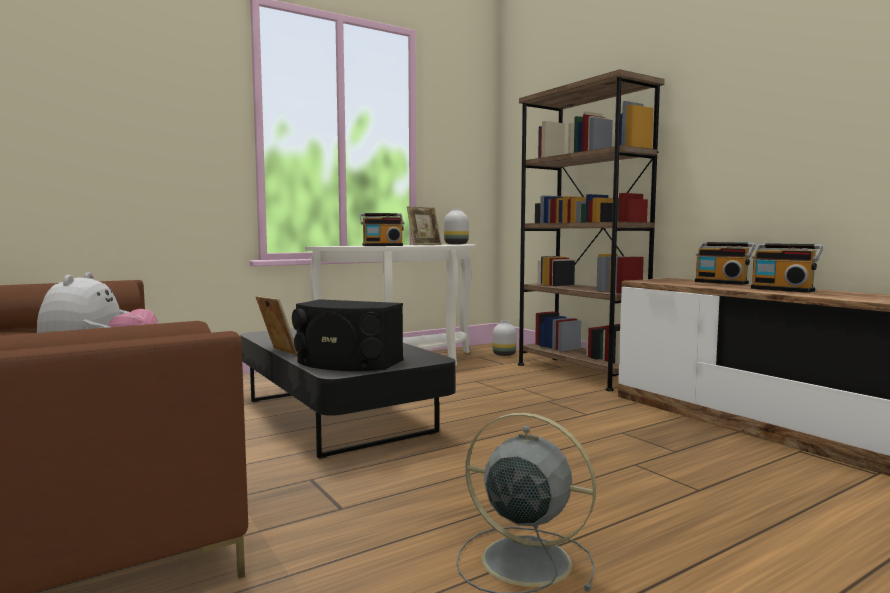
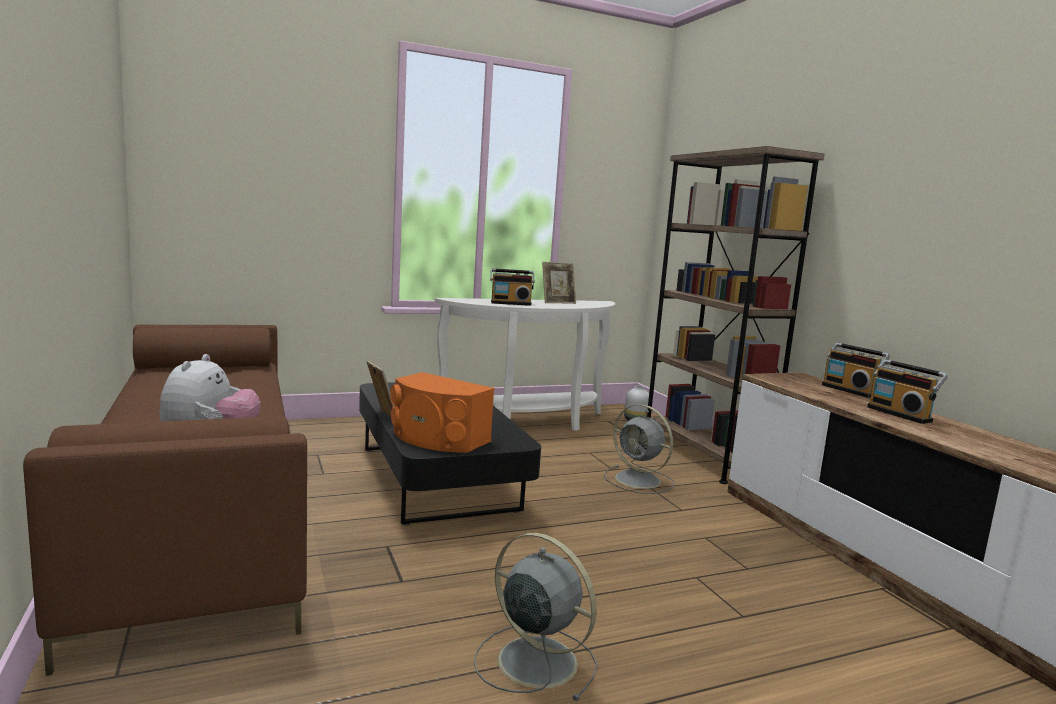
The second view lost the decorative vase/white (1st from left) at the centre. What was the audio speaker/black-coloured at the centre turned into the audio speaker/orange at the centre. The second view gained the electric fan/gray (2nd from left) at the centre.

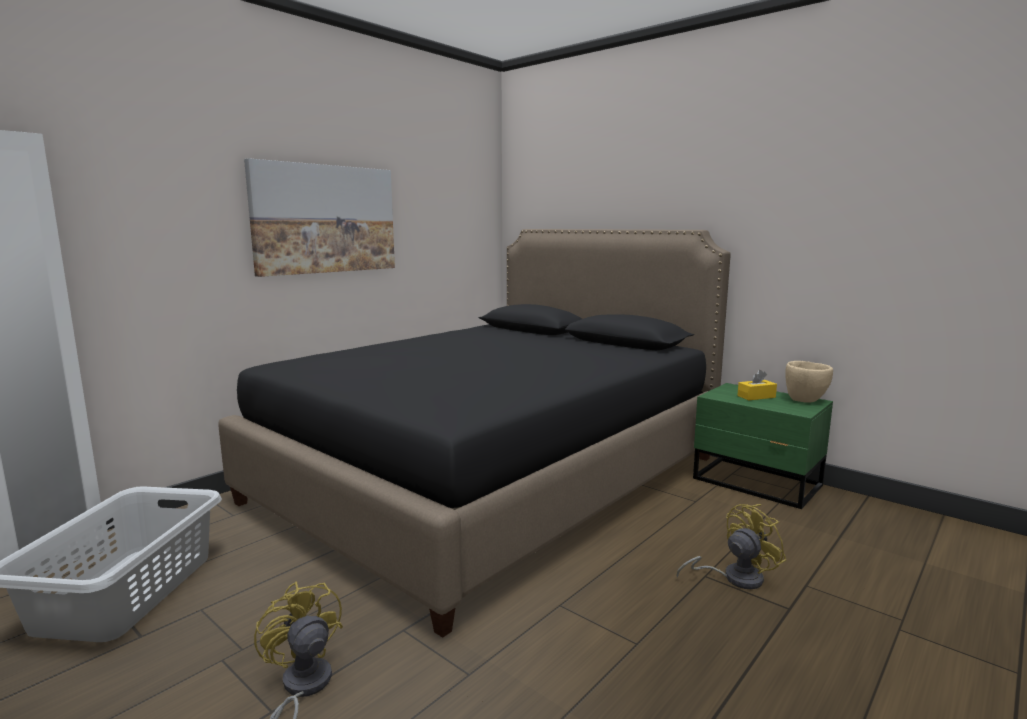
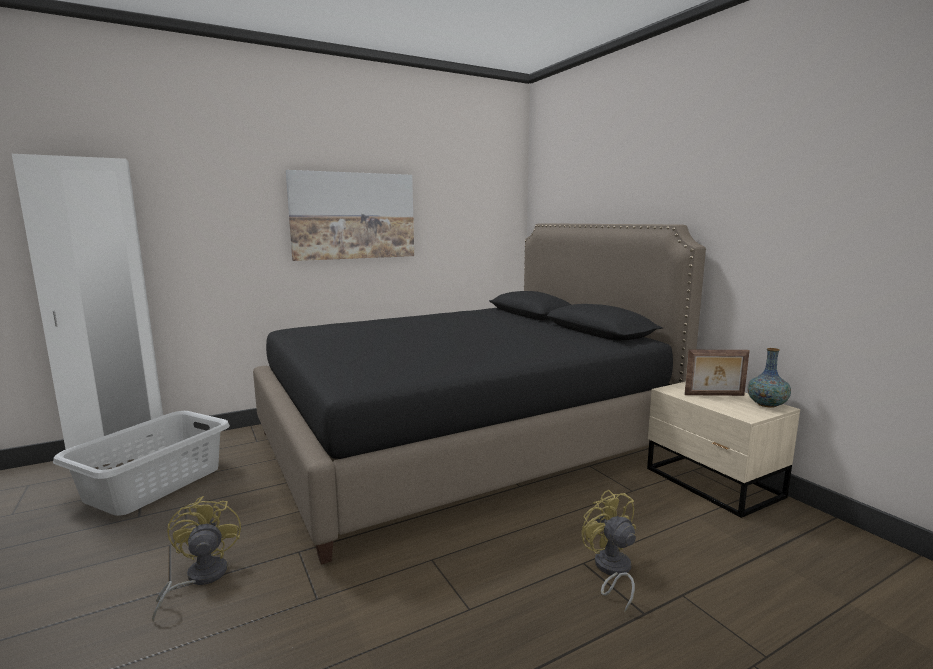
Where the bowl/beige stood at the middle right, the decorative vase came to stand at the middle right. Where the box of tissues/yellowish stood at the middle right, the picture frame came to stand at the middle right. What was the nightstand/green-coloured at the middle right turned into the nightstand/beige at the bottom right. The electric fan/yellowish (2nd from left) at the bottom right ended up facing another way, 105 degrees counterclockwise from before.

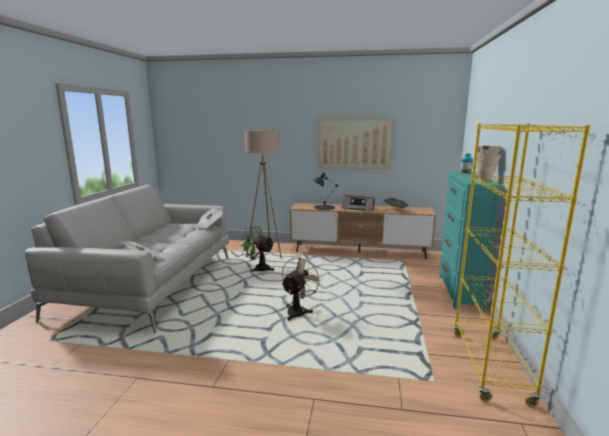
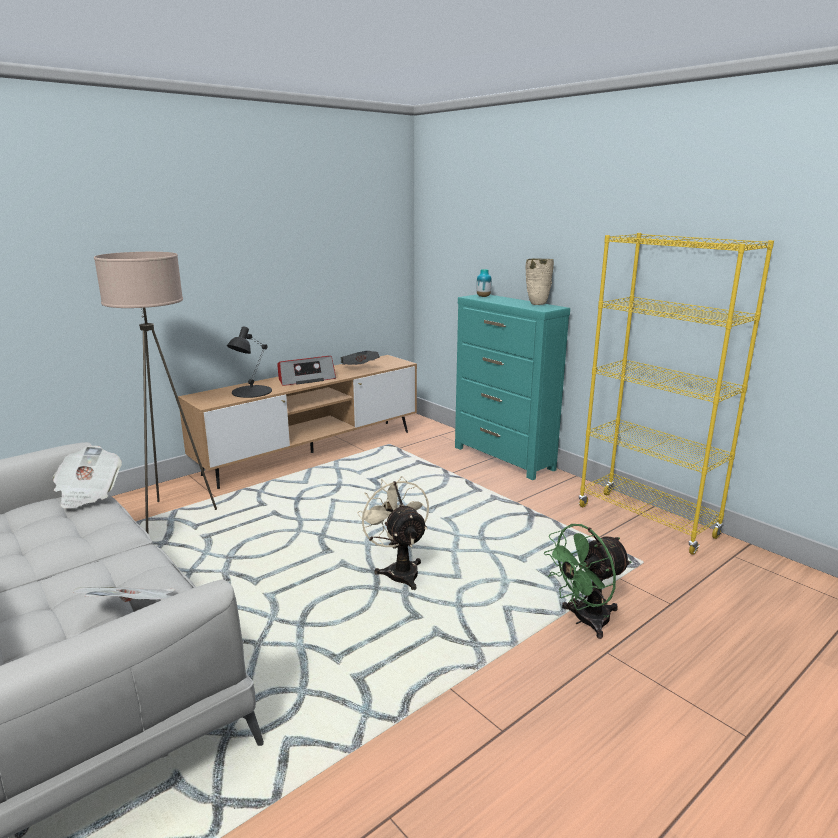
The second view lost the picture at the top centre. The electric fan/green-coloured ended up elsewhere, having gone from the centre to the bottom right.

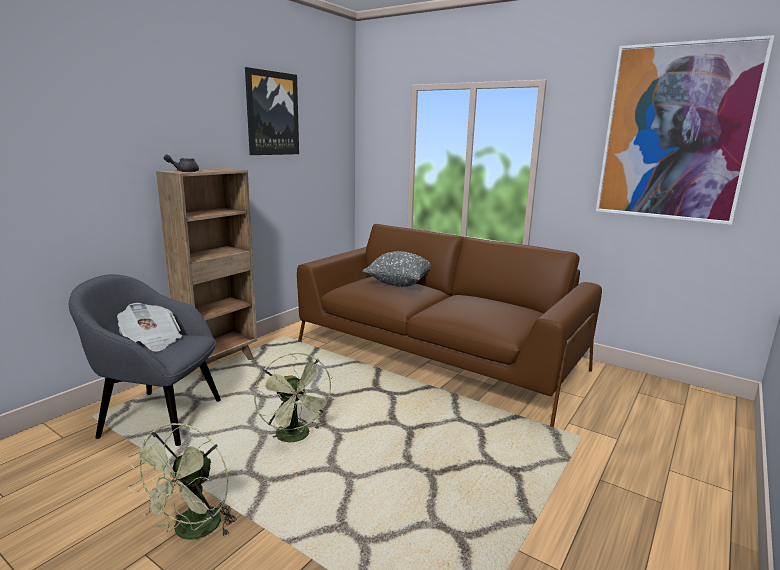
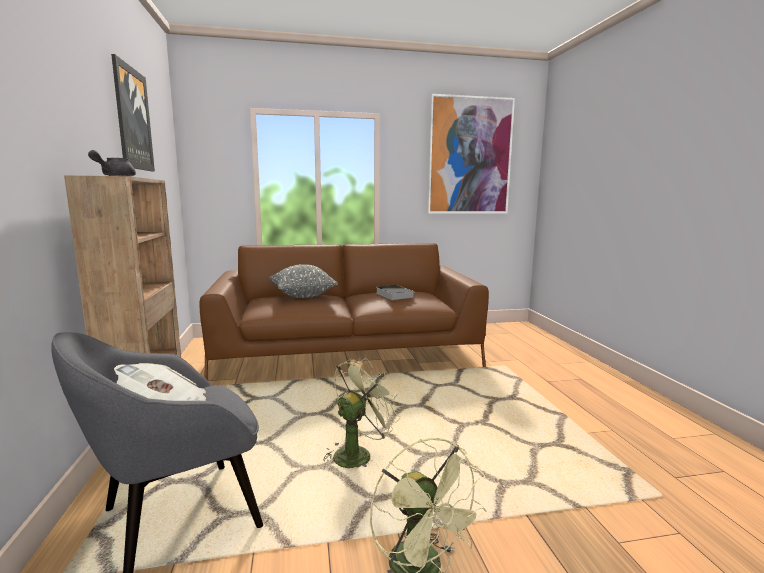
The electric fan/green-coloured (2nd from left in the first image) at the bottom centre ended up facing another way, 60 degrees counterclockwise from before. The second view gained the volume at the centre.

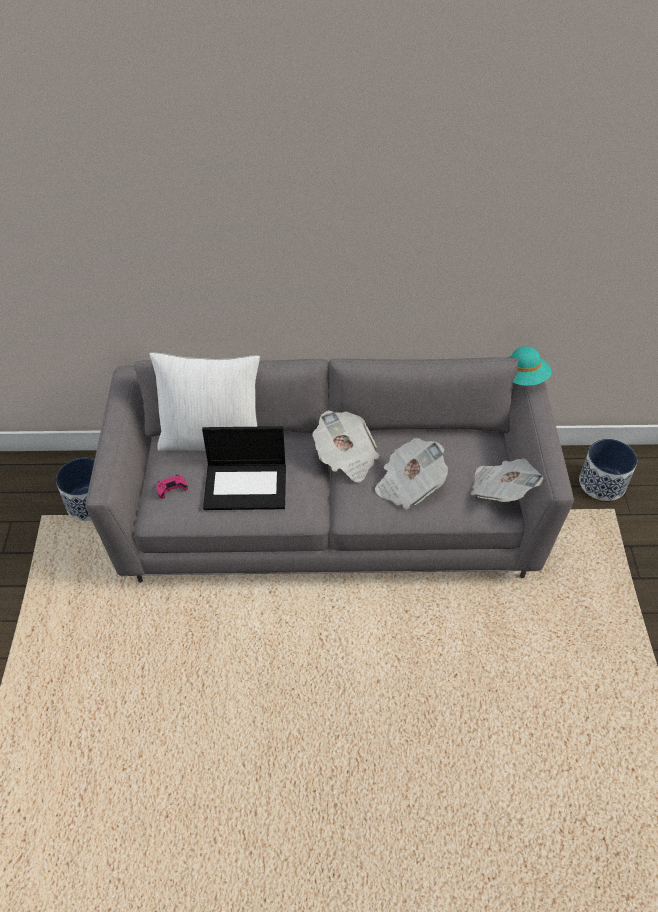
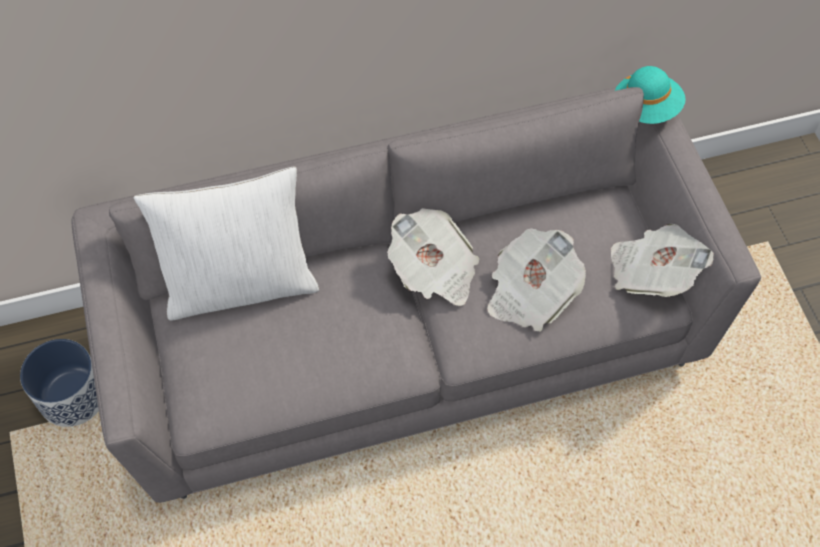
The second view lost the laptop at the centre. The second view lost the plant pot (2nd from left) at the middle right. The second view lost the game controller/pink-coloured at the middle left.

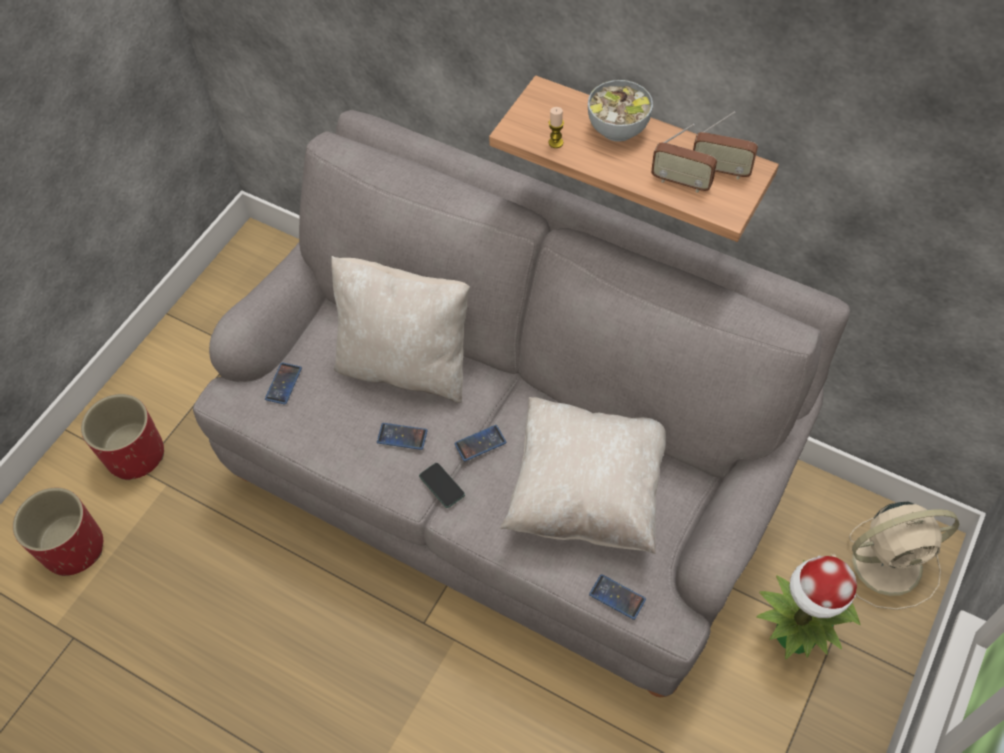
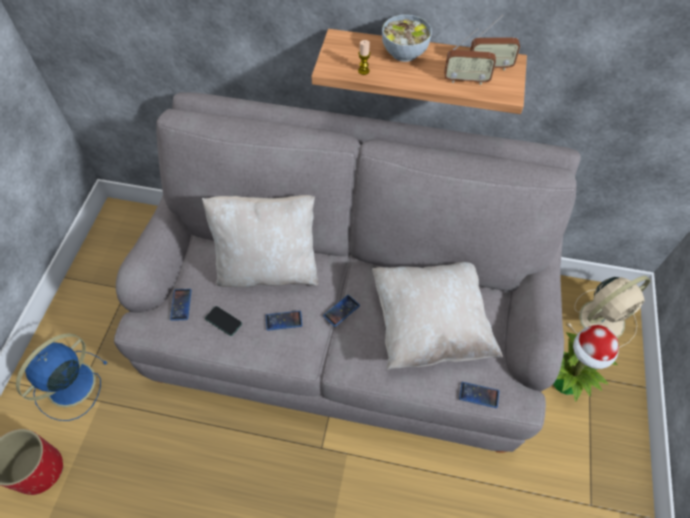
Where the plant pot/red-coloured (2nd from left) stood at the middle left, the electric fan/bluish came to stand at the bottom left. The handset (3rd from left in the first image) ended up elsewhere, having gone from the centre to the middle left.

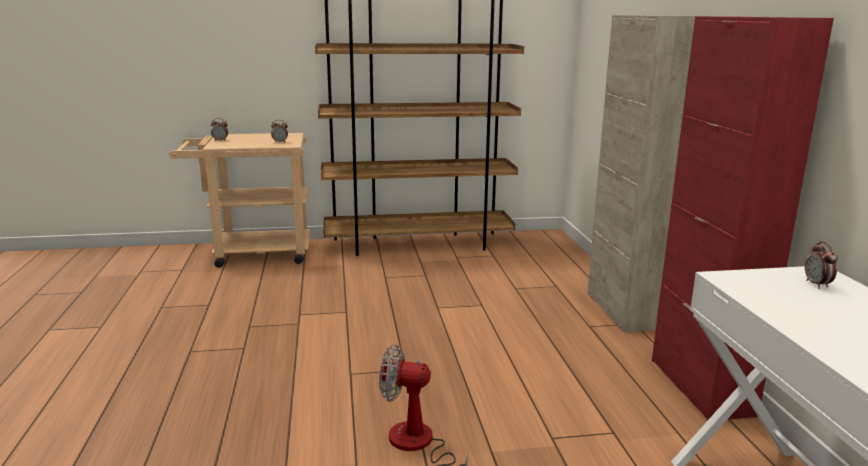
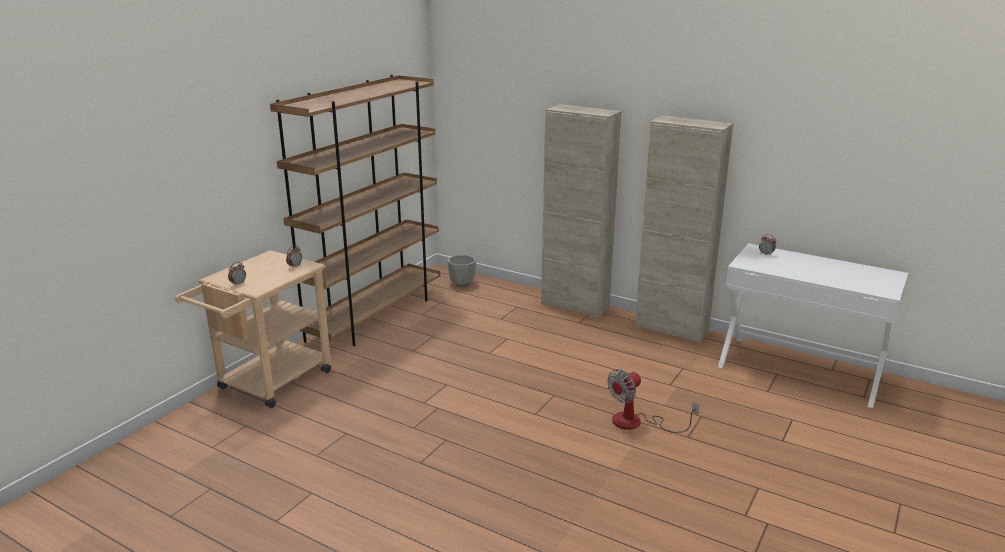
What was the cabinet/red-coloured at the middle right turned into the cabinet/beige (2nd from left) at the middle right. The second view gained the plant pot/gray at the centre.

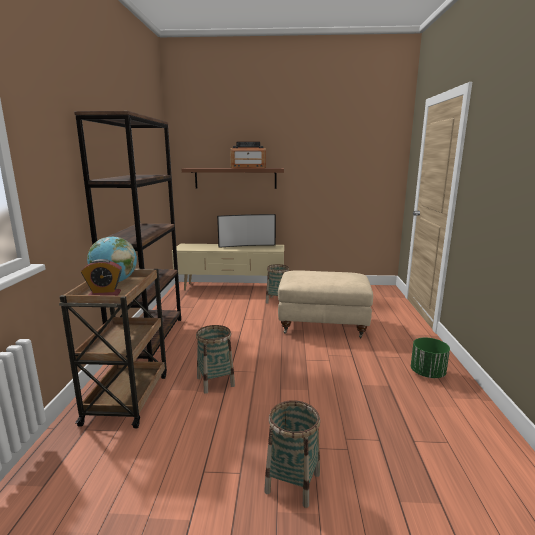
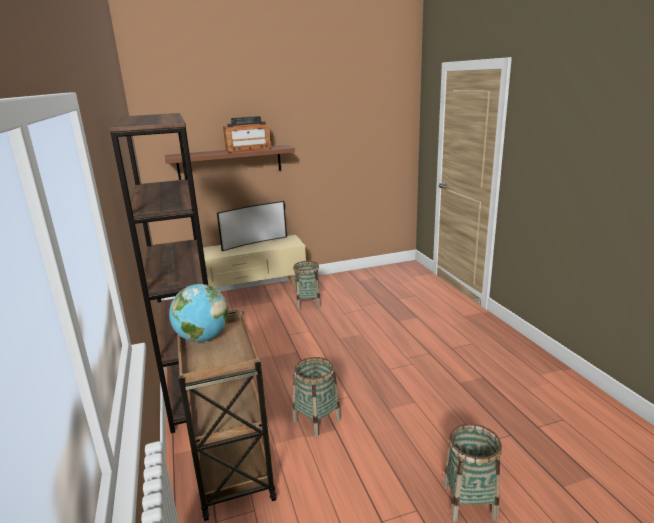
The second view lost the alarm clock at the middle left. The second view lost the ottoman/beige at the centre. The second view lost the plant pot/green-coloured at the bottom right.

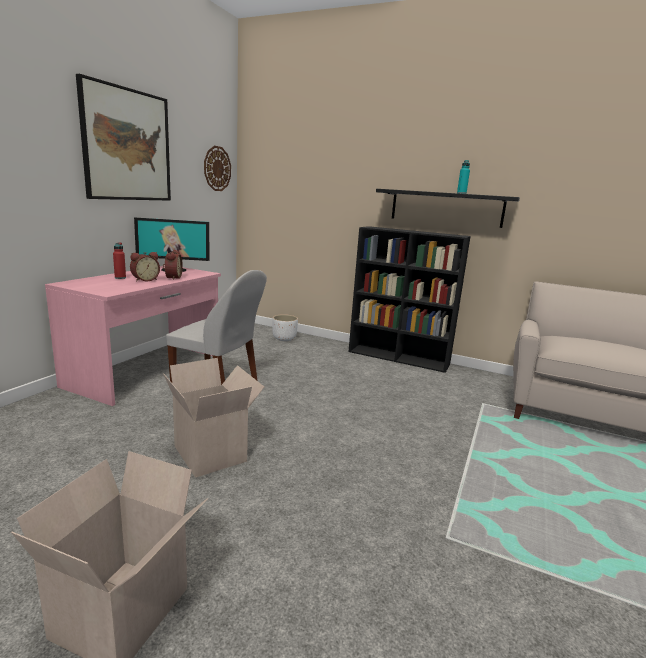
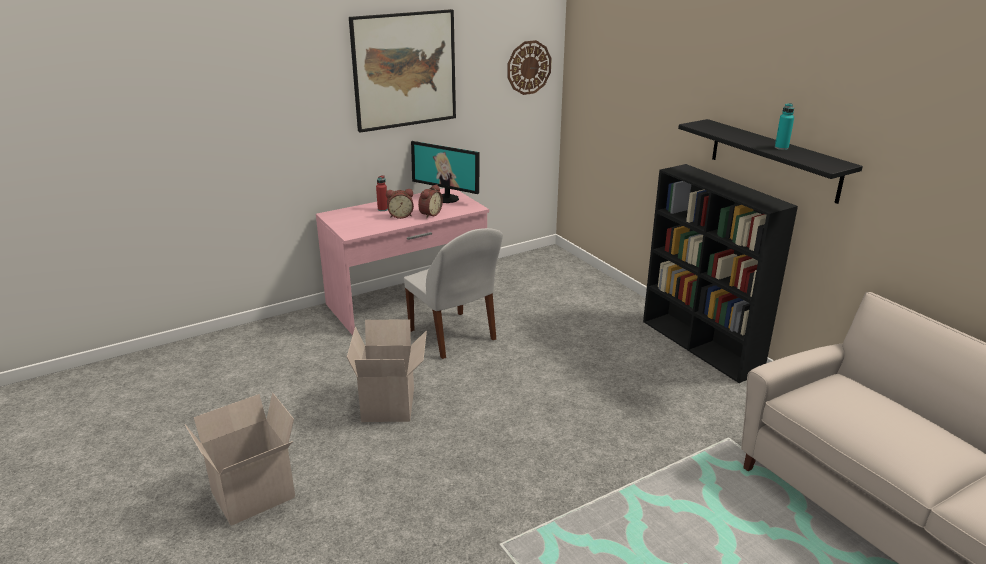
The second view lost the plant pot/white at the centre.

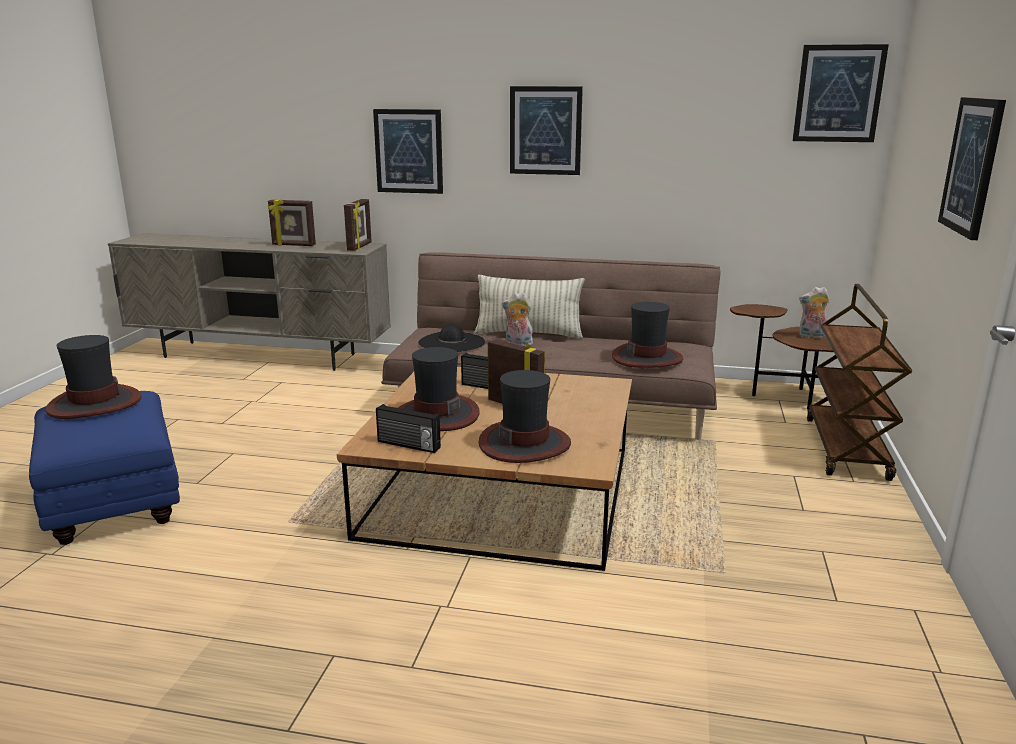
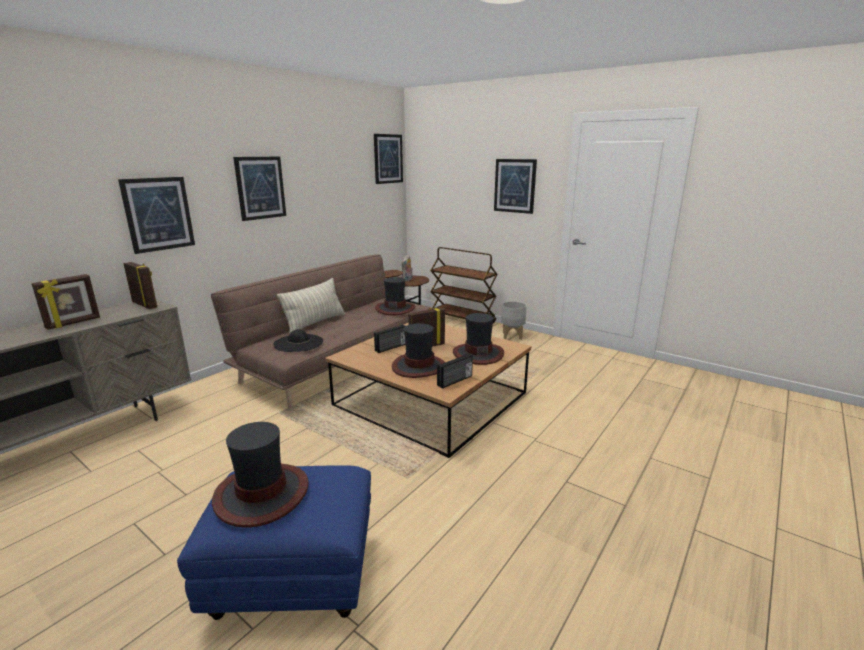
The second view lost the plush toy (1st from left) at the centre. The second view gained the plant pot/gray at the centre.

